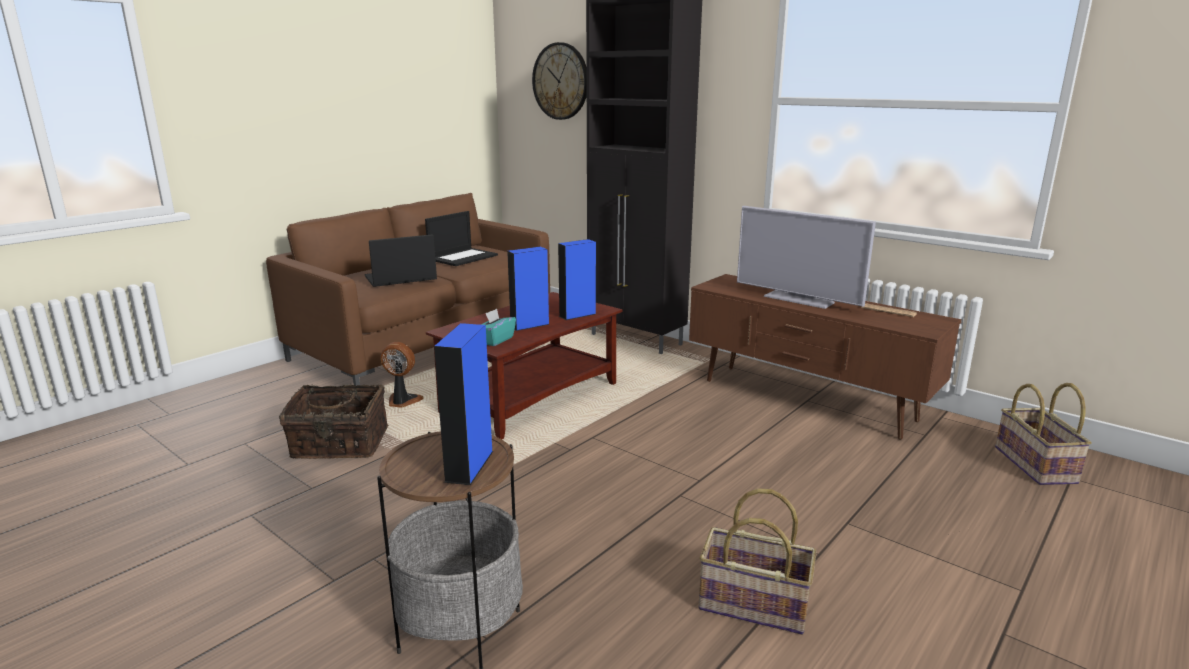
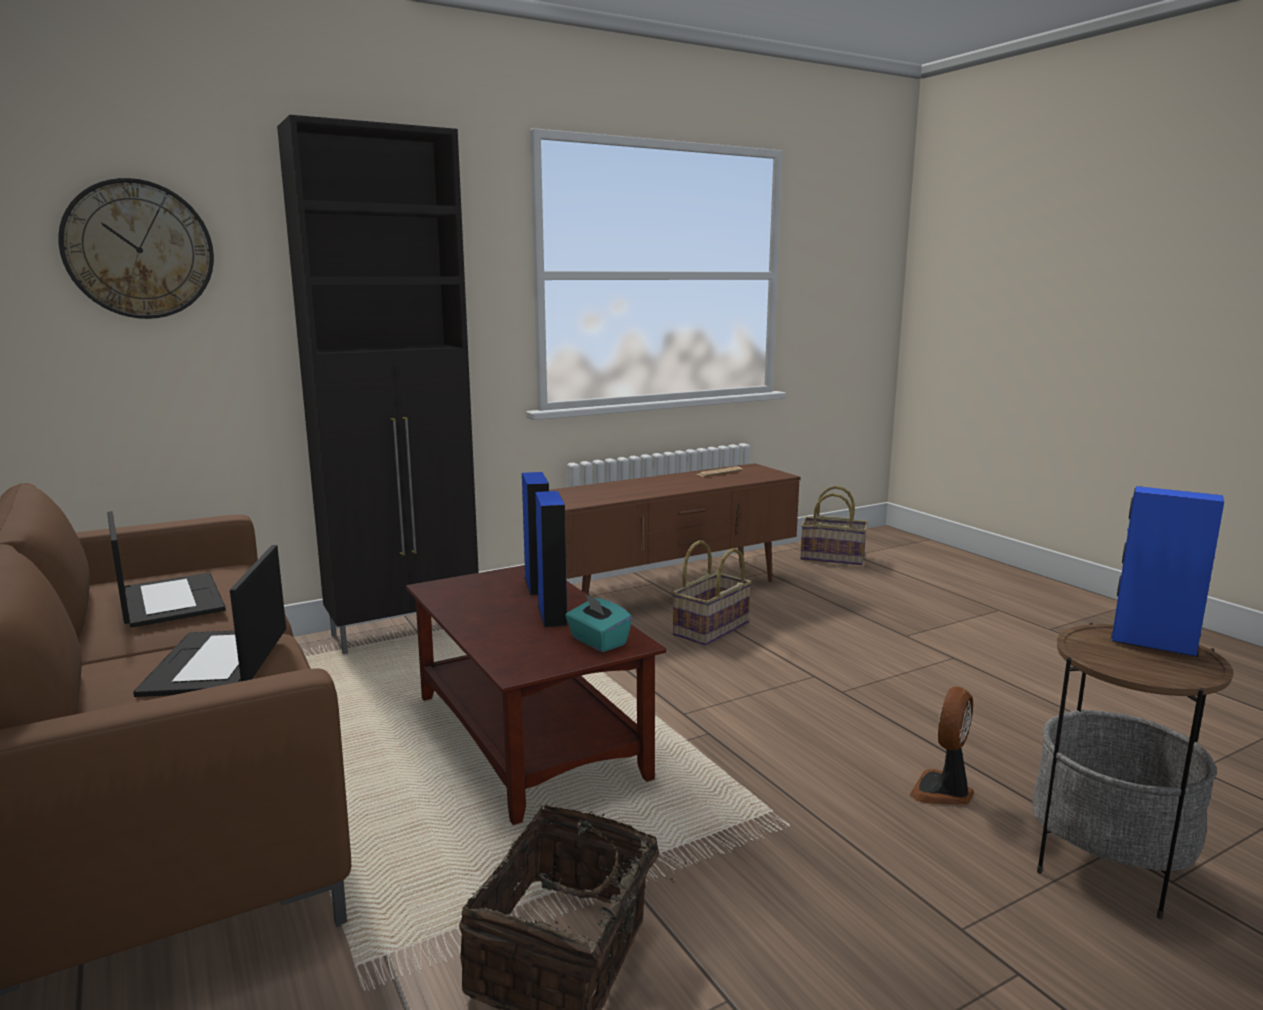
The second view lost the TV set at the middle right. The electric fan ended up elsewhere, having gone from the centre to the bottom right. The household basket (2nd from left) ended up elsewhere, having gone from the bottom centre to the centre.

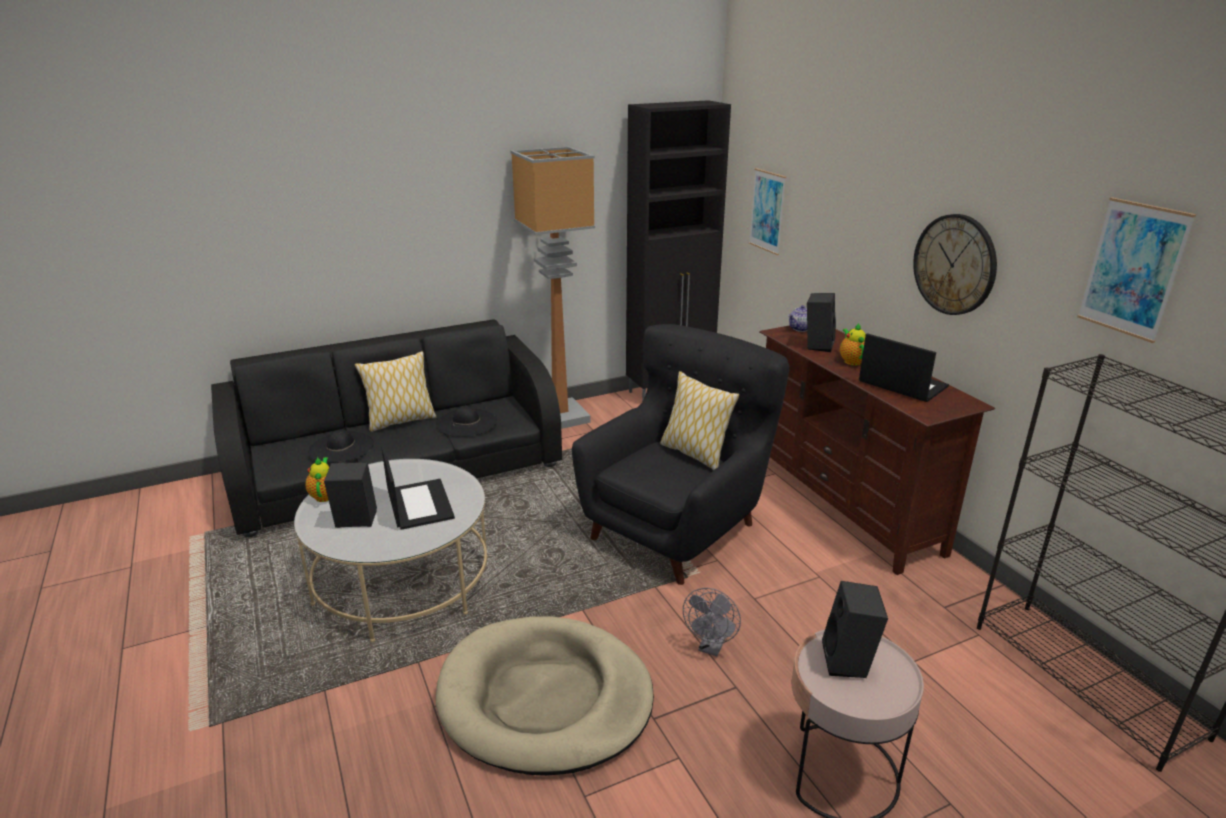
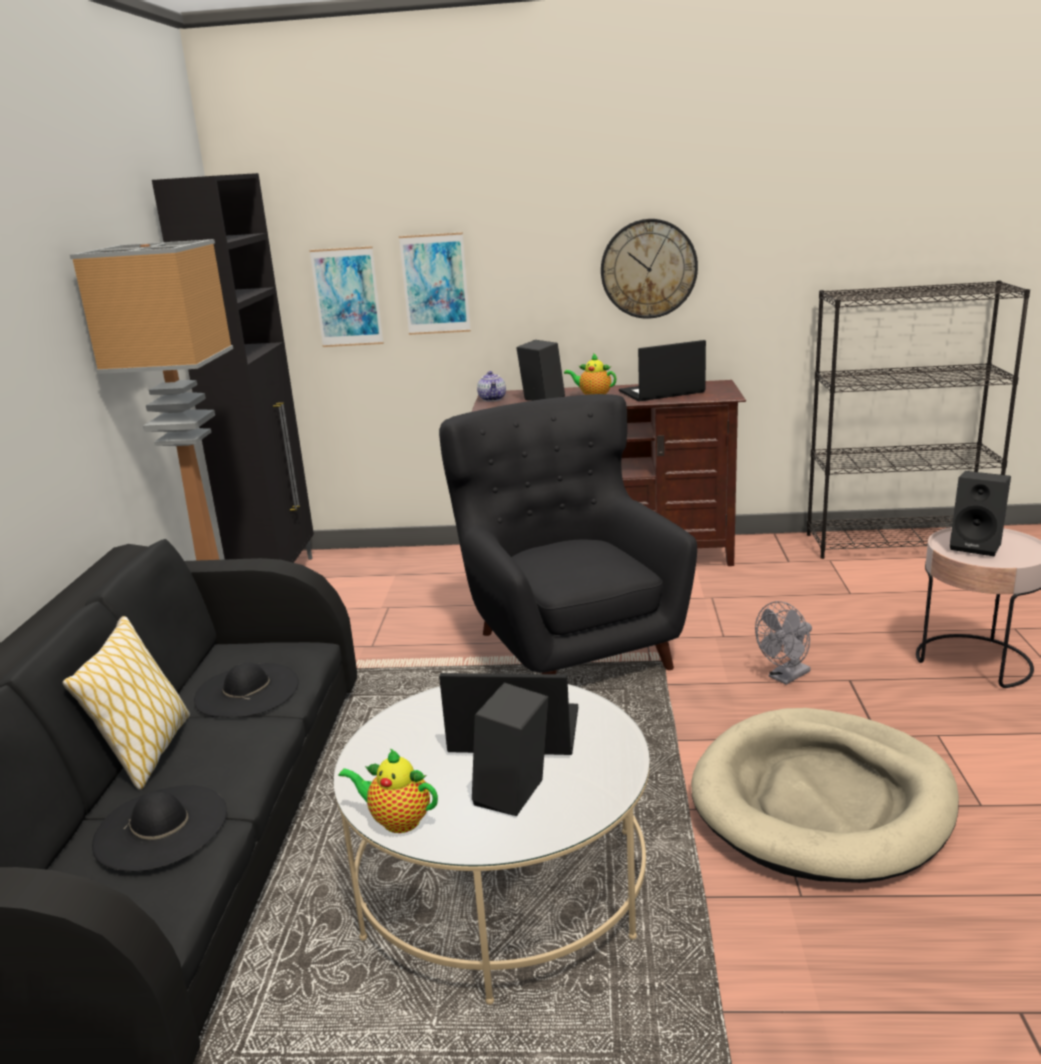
The picture (2nd from left) ended up elsewhere, having gone from the top right to the top centre. The second view lost the throw pillow (2nd from left) at the centre. The electric fan/gray at the bottom centre ended up facing another way, 90 degrees clockwise from before.

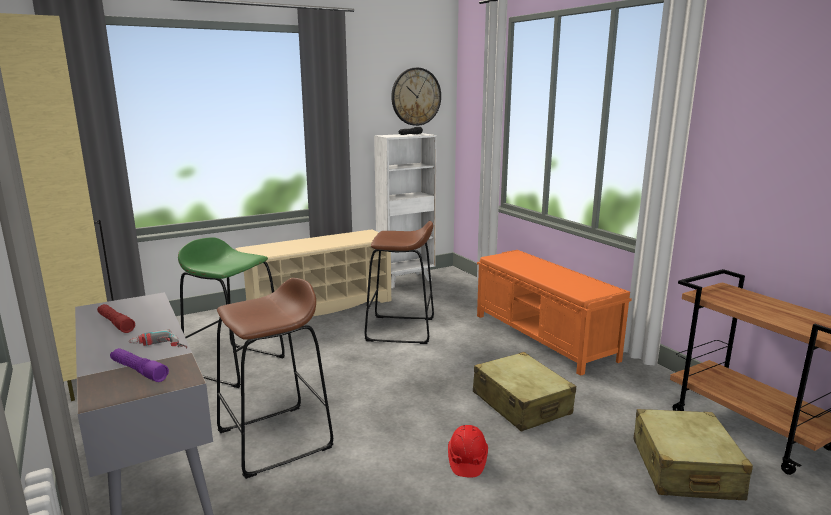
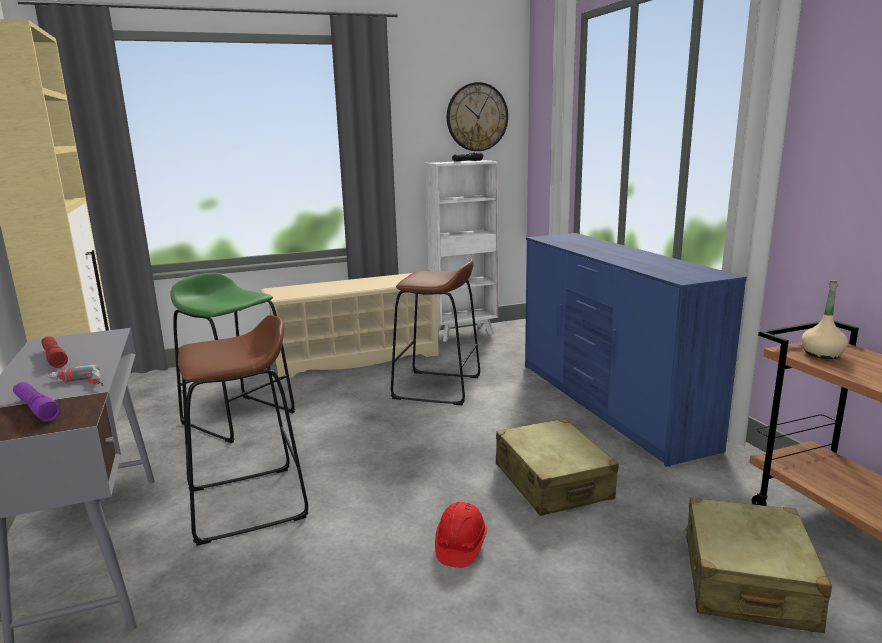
Where the bench/orange stood at the middle right, the drawer chest/bluish came to stand at the middle right. The second view gained the bottle/beige at the middle right.

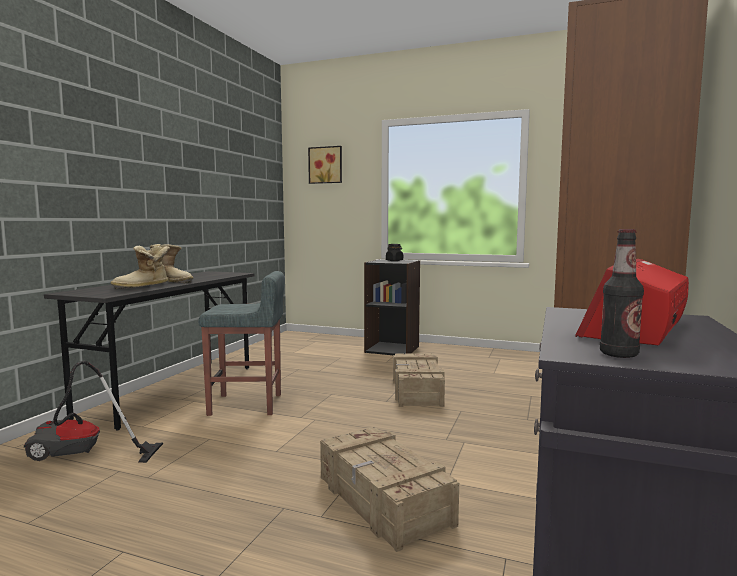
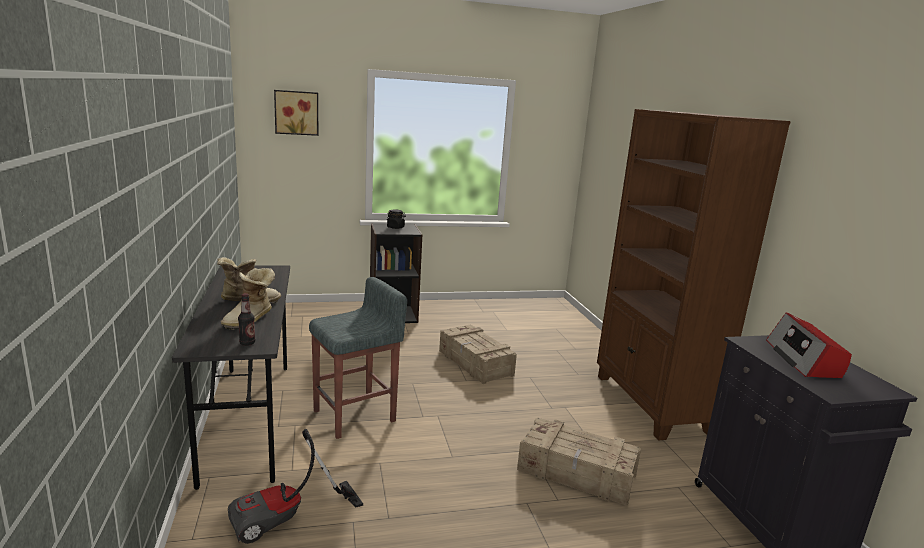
The bottle ended up elsewhere, having gone from the middle right to the middle left.

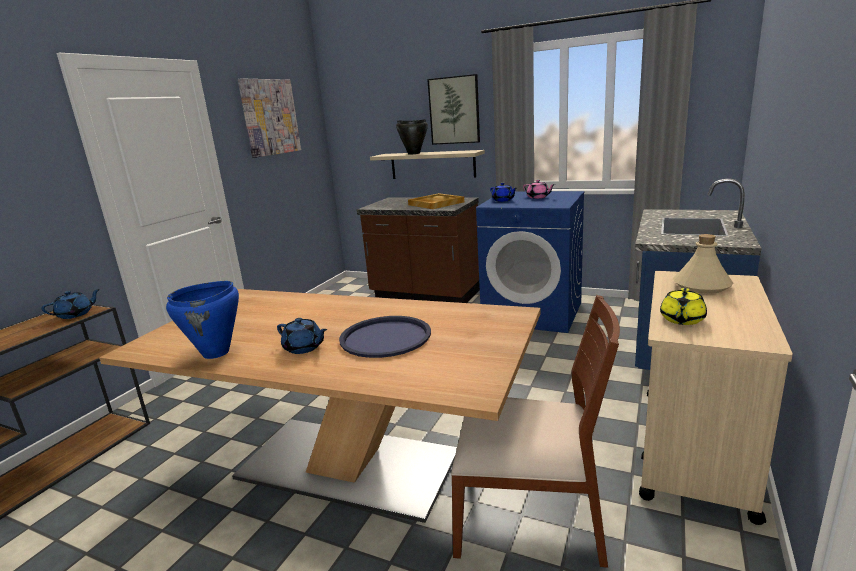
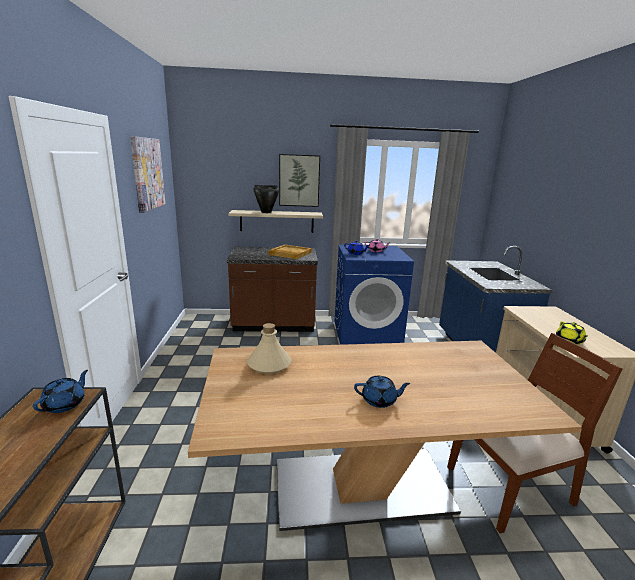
The bottle/beige ended up elsewhere, having gone from the middle right to the centre. The second view lost the stockpot/bluish at the middle left. The second view lost the serving tray/bluish at the centre.

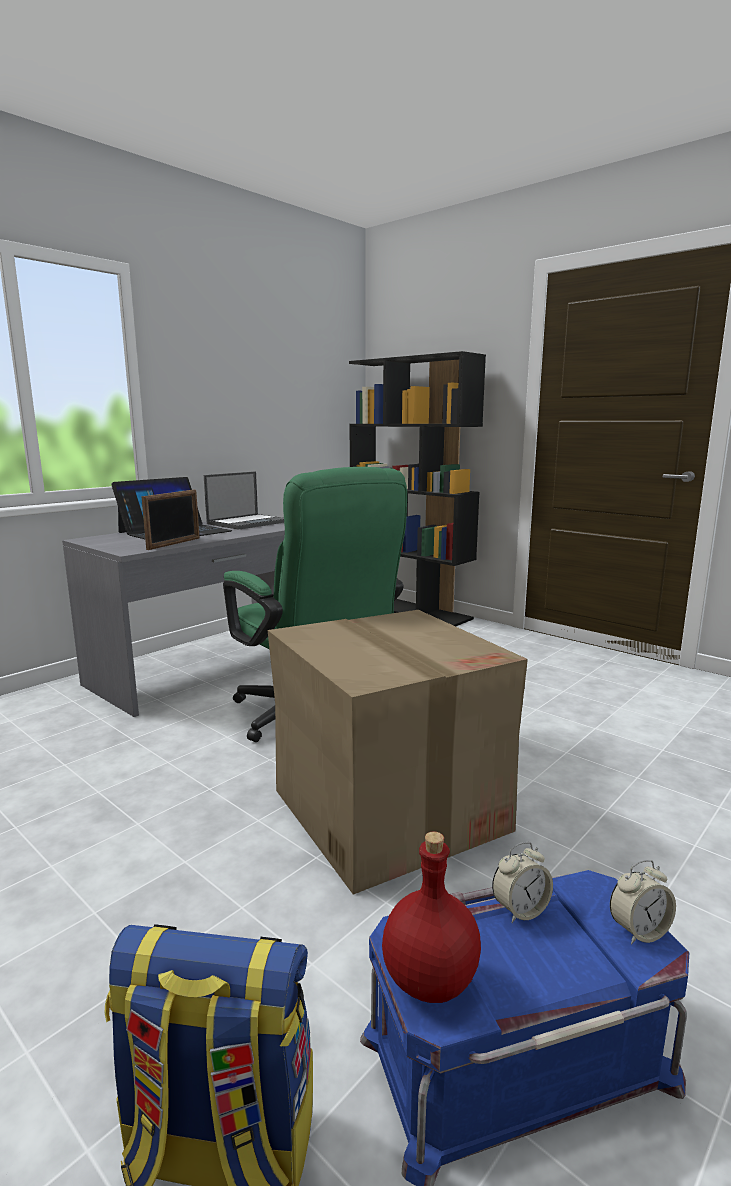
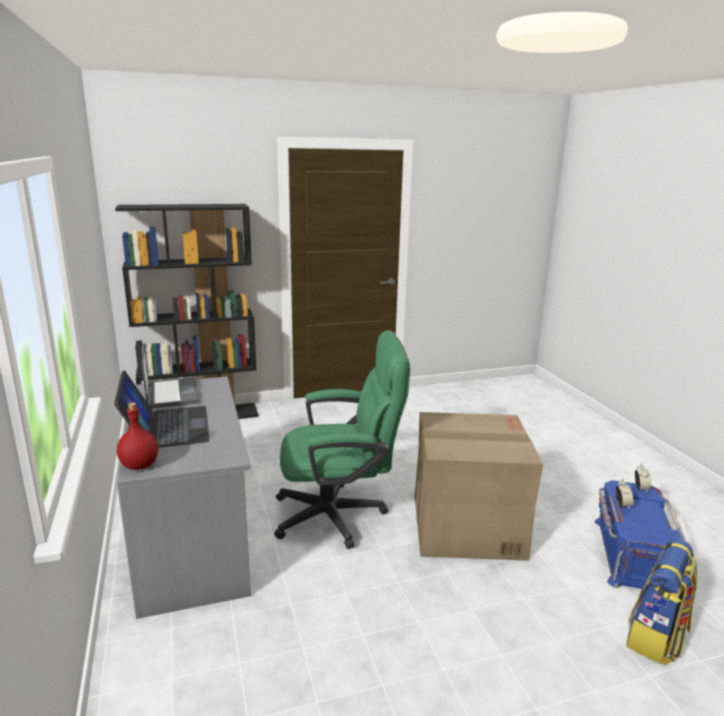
The second view lost the picture frame at the middle left. The bottle/red-coloured ended up elsewhere, having gone from the bottom centre to the middle left.

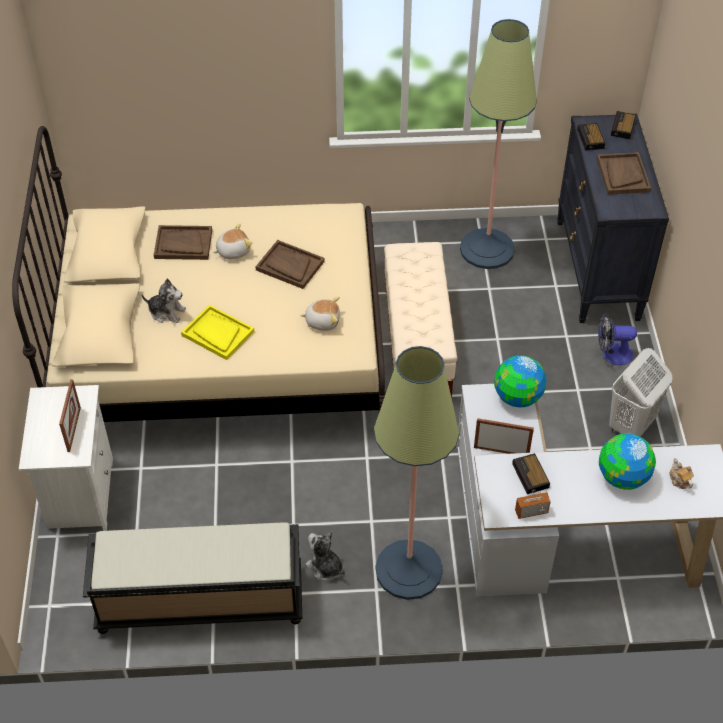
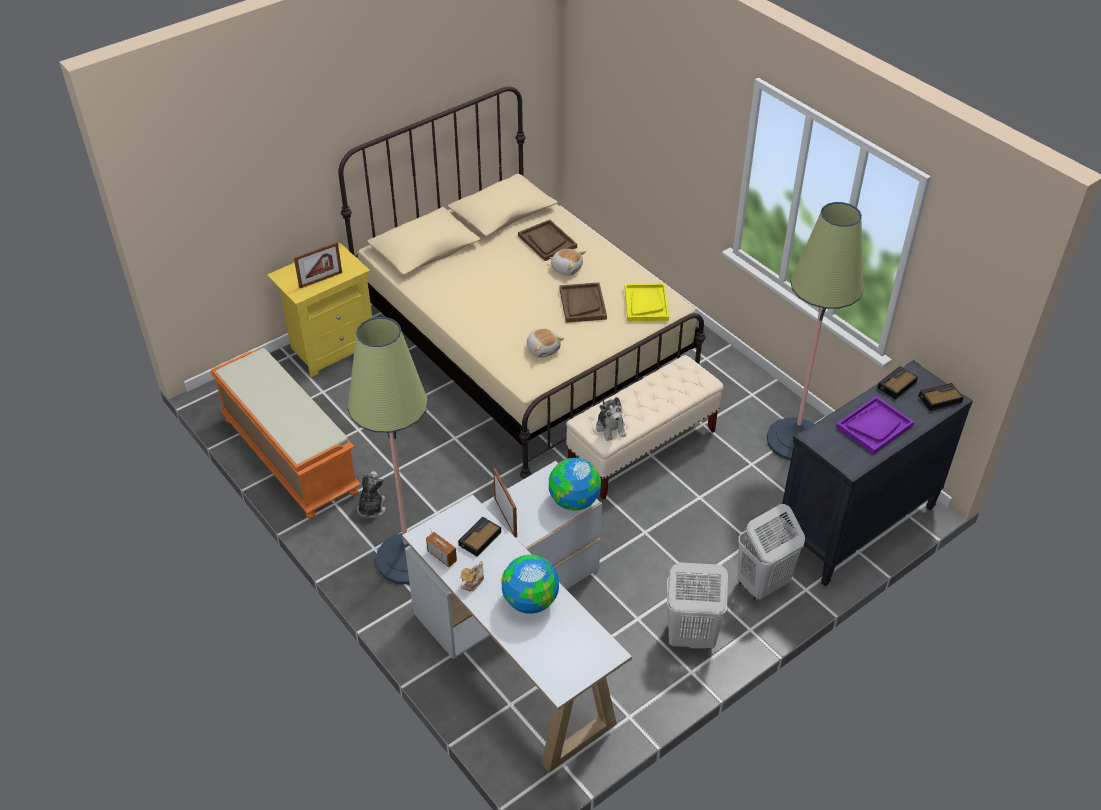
What was the serving tray/brownish (3rd from left) at the top right turned into the serving tray/purple-coloured at the middle right. The plush toy (1st from left in the first image) ended up elsewhere, having gone from the middle left to the centre. The serving tray/yellowish ended up elsewhere, having gone from the middle left to the centre. Where the electric fan stood at the middle right, the washing basket/white (2nd from left) came to stand at the bottom right. What was the nightstand/white at the middle left turned into the nightstand/yellowish at the middle left. The pot for tea ended up elsewhere, having gone from the middle right to the bottom centre. What was the bench/black-coloured at the bottom left turned into the bench/orange at the middle left.

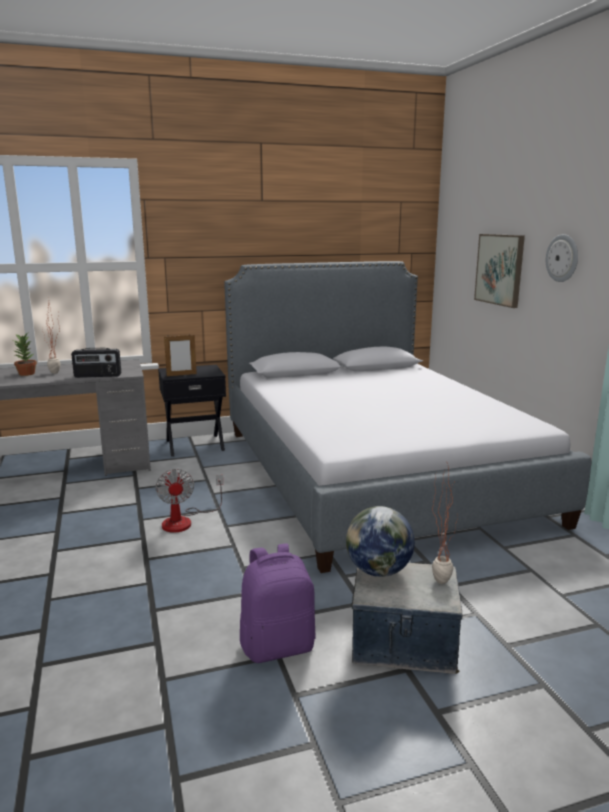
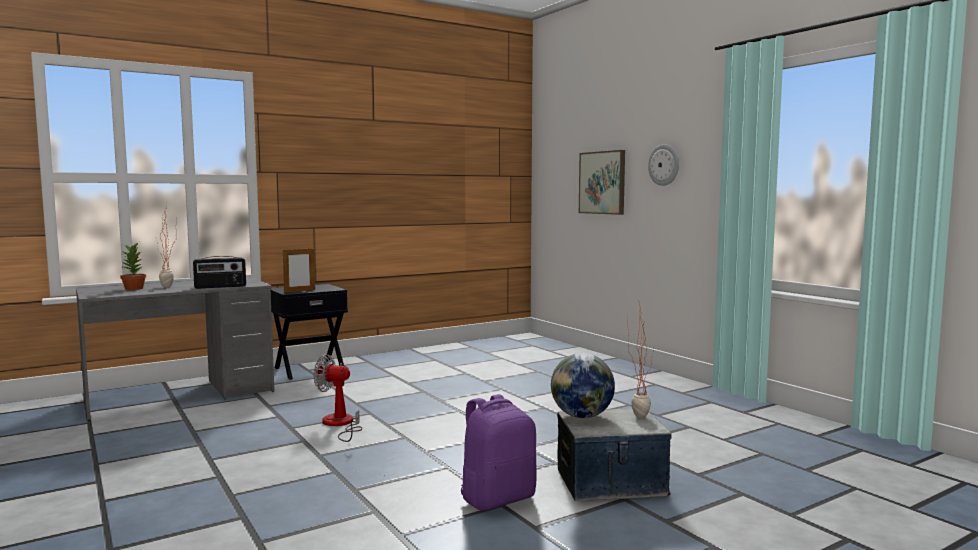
The second view lost the sleeping bed at the middle right. The electric fan at the middle left ended up facing another way, 135 degrees clockwise from before.

